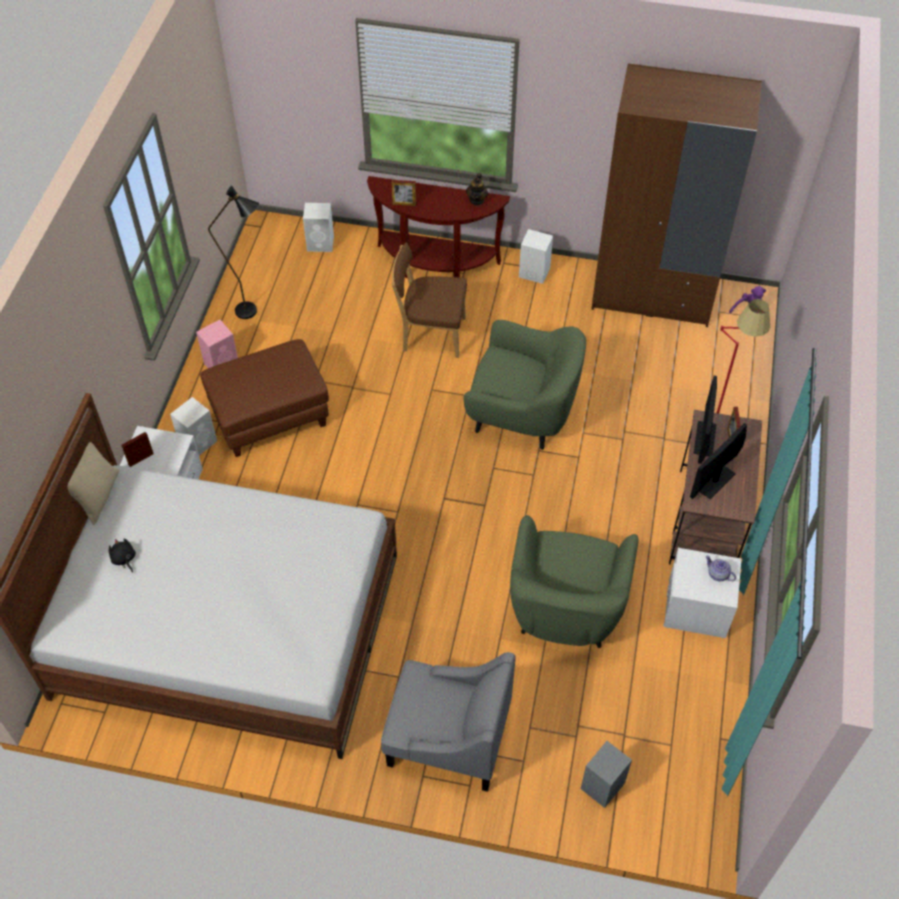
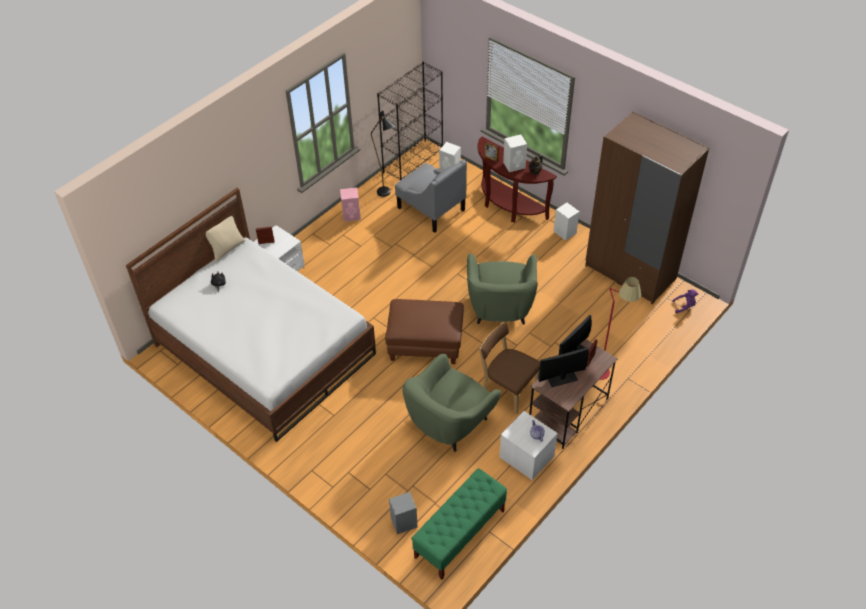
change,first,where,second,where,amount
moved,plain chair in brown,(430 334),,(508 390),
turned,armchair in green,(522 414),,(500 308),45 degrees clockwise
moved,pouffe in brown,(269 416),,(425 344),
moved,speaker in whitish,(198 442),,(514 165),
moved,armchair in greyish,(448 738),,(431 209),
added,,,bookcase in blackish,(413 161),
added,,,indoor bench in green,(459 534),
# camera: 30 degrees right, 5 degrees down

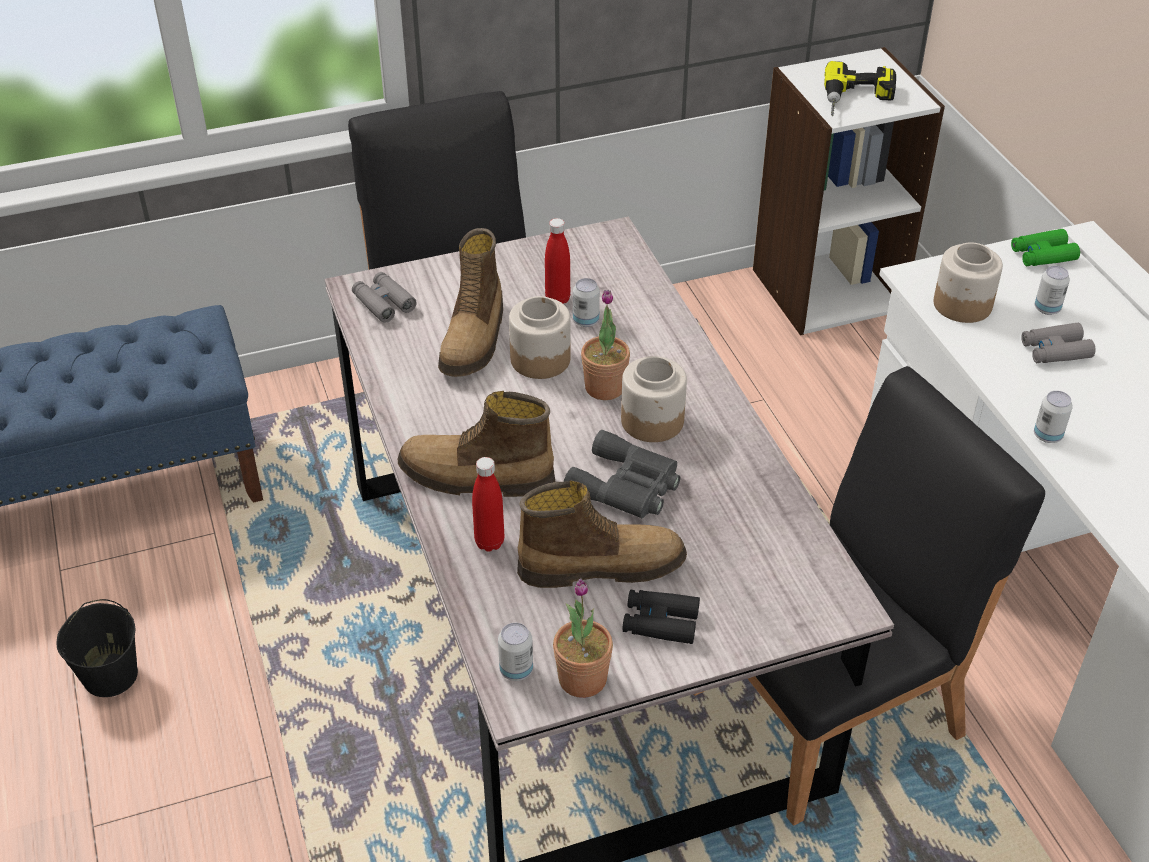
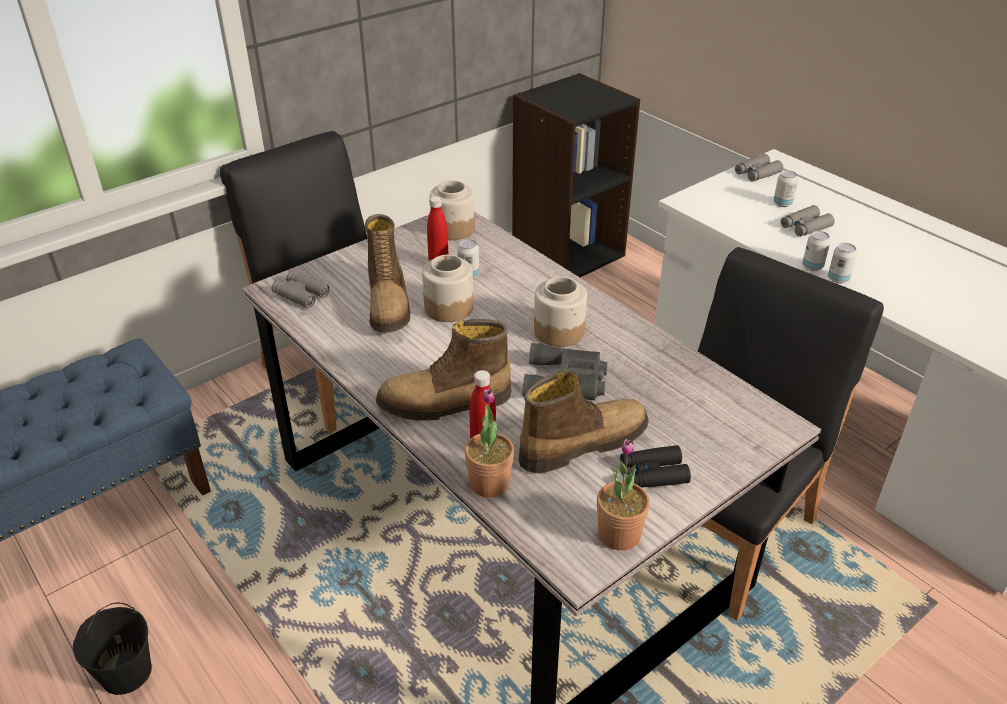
change,first,where,second,where,amount
recoloured,bookcase in whitish,(826 288),bookcase in blackish,(567 252),
removed,power drill,(857 100),,,
recoloured,field glasses in green,(1042 255),field glasses in greyish,(757 173),
moved,storage jar,(961 304),,(452 229),
moved,plant in a pot,(604 387),,(489 483),
moved,sealed can,(516 670),,(812 267),
# camera: 20 degrees left, 5 degrees down

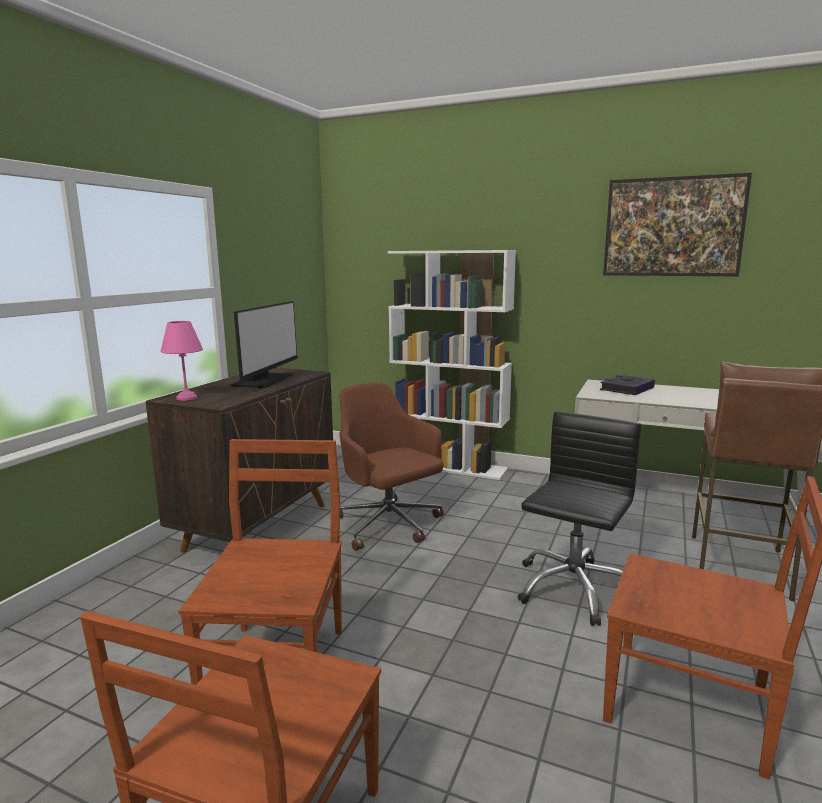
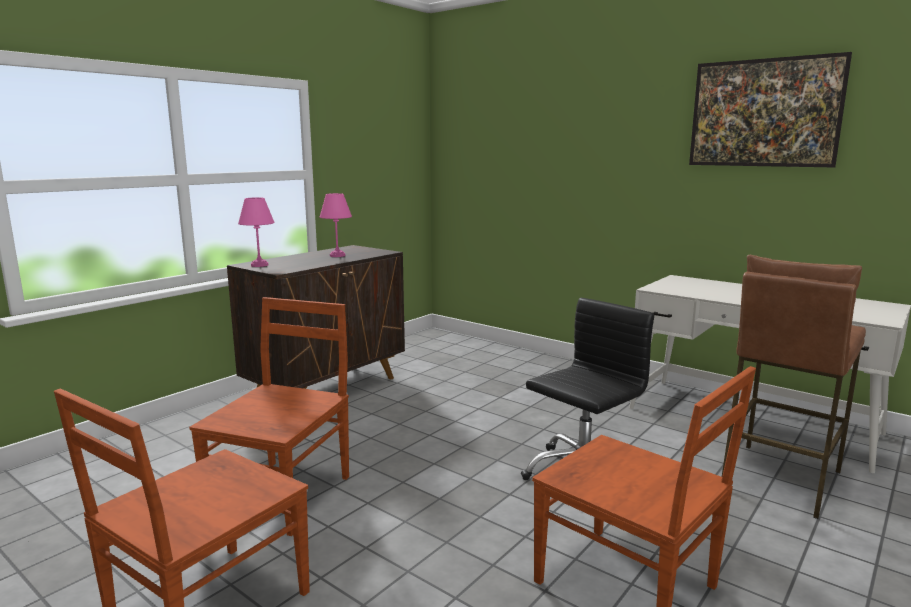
change,first,where,second,where,amount
removed,bookcase in whitish,(449 466),,,
replaced,computer screen,(264 380),tabletop lamp in pink,(337 255),
removed,volume,(626 389),,,
removed,computer chair in brown,(389 525),,,
# camera: 15 degrees right, 0 degrees up

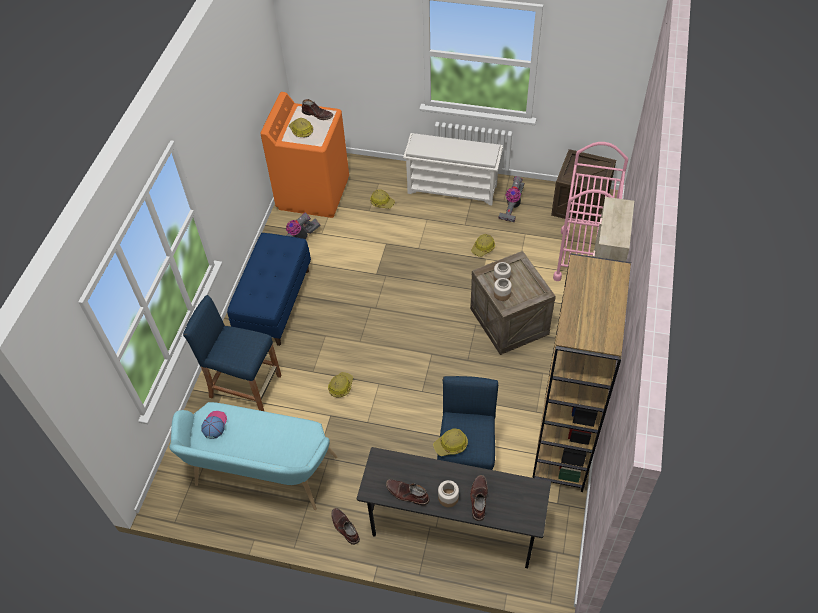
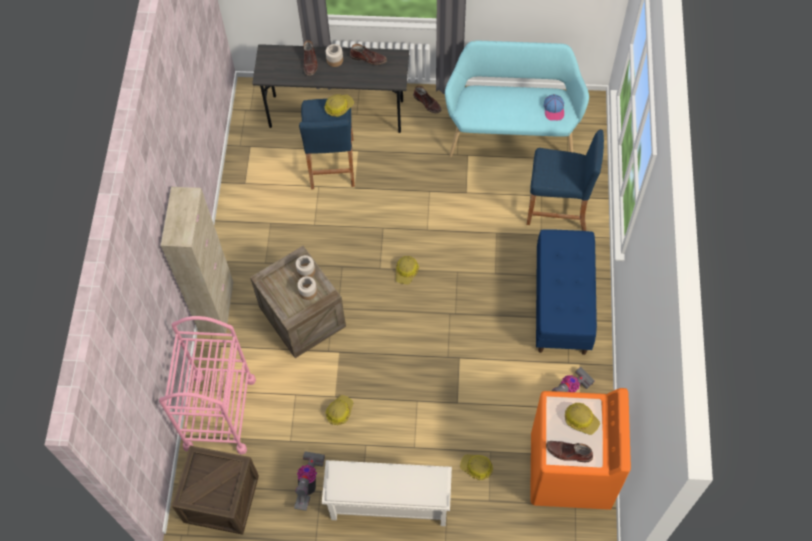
change,first,where,second,where,amount
removed,bookcase in brown,(563 444),,,
moved,hard hat,(340 386),,(406 271),
# camera: 170 degrees right, 10 degrees up

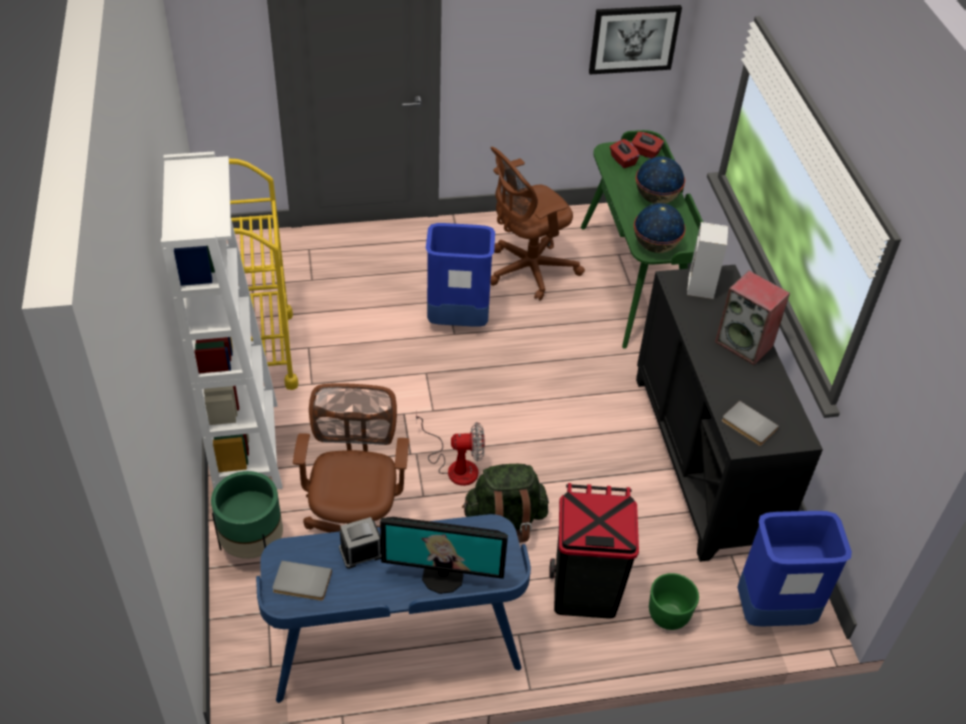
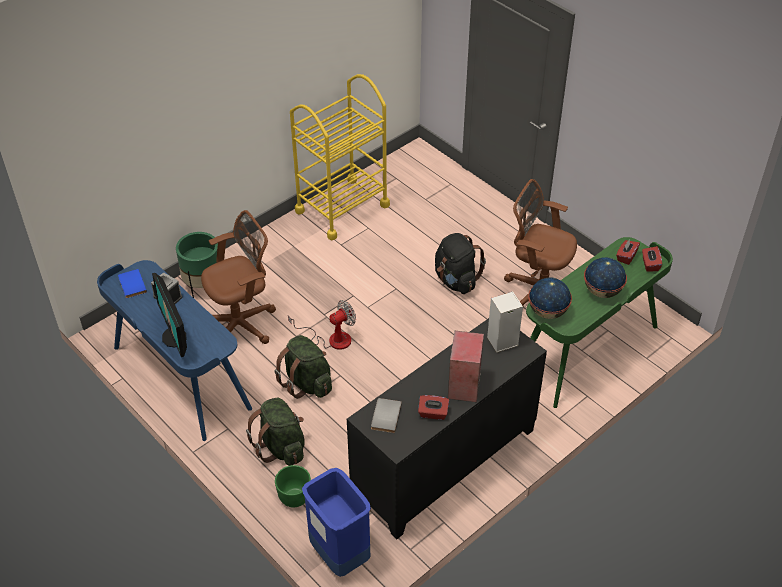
change,first,where,second,where,amount
removed,picture,(634 39),,,
removed,bookcase in whitish,(247 448),,,
replaced,rubbish bin in bluish,(458 320),backpack in blackish,(456 280),
turned,electric fan,(455 466),,(331 339),90 degrees counterclockwise
replaced,rubbish bin in blackish,(584 593),backpack in green,(281 447),
recoloured,volume in greyish,(301 583),volume in bluish,(131 285),
added,,,tissue holder in reddish,(433 413),
# camera: 60 degrees right, 0 degrees up

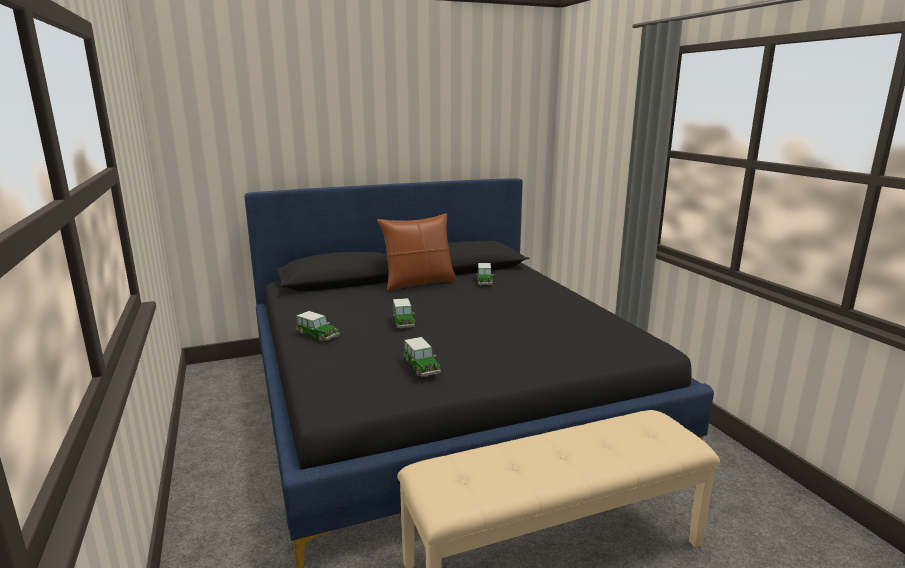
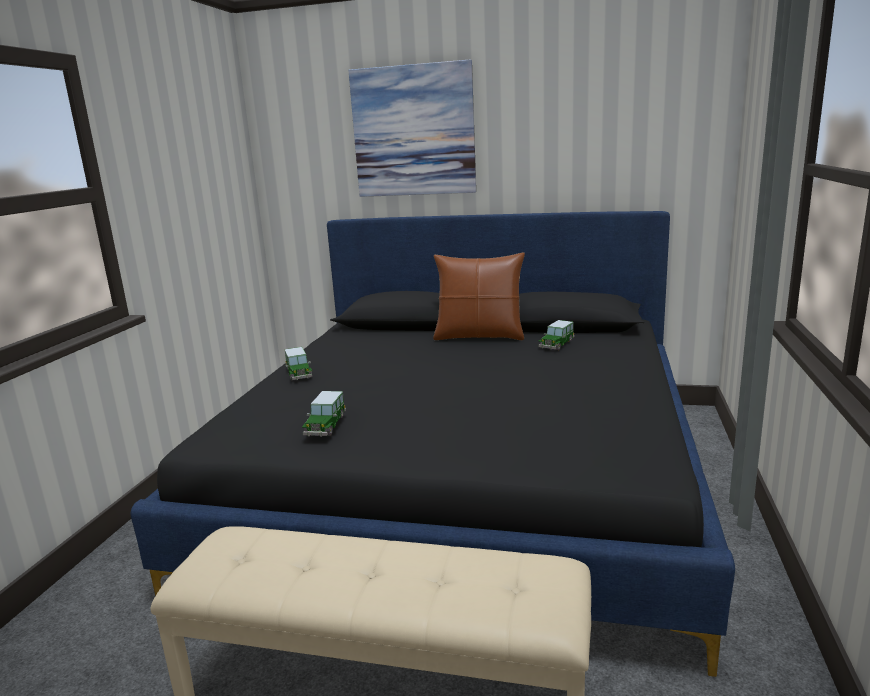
change,first,where,second,where,amount
removed,model car,(403 322),,,
added,,,picture,(413 131),
# camera: 35 degrees right, 0 degrees up

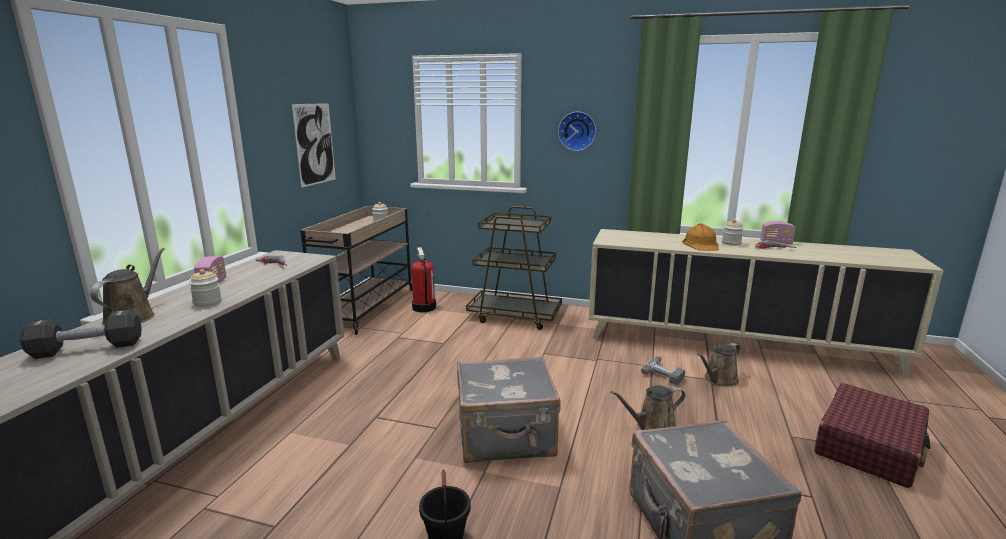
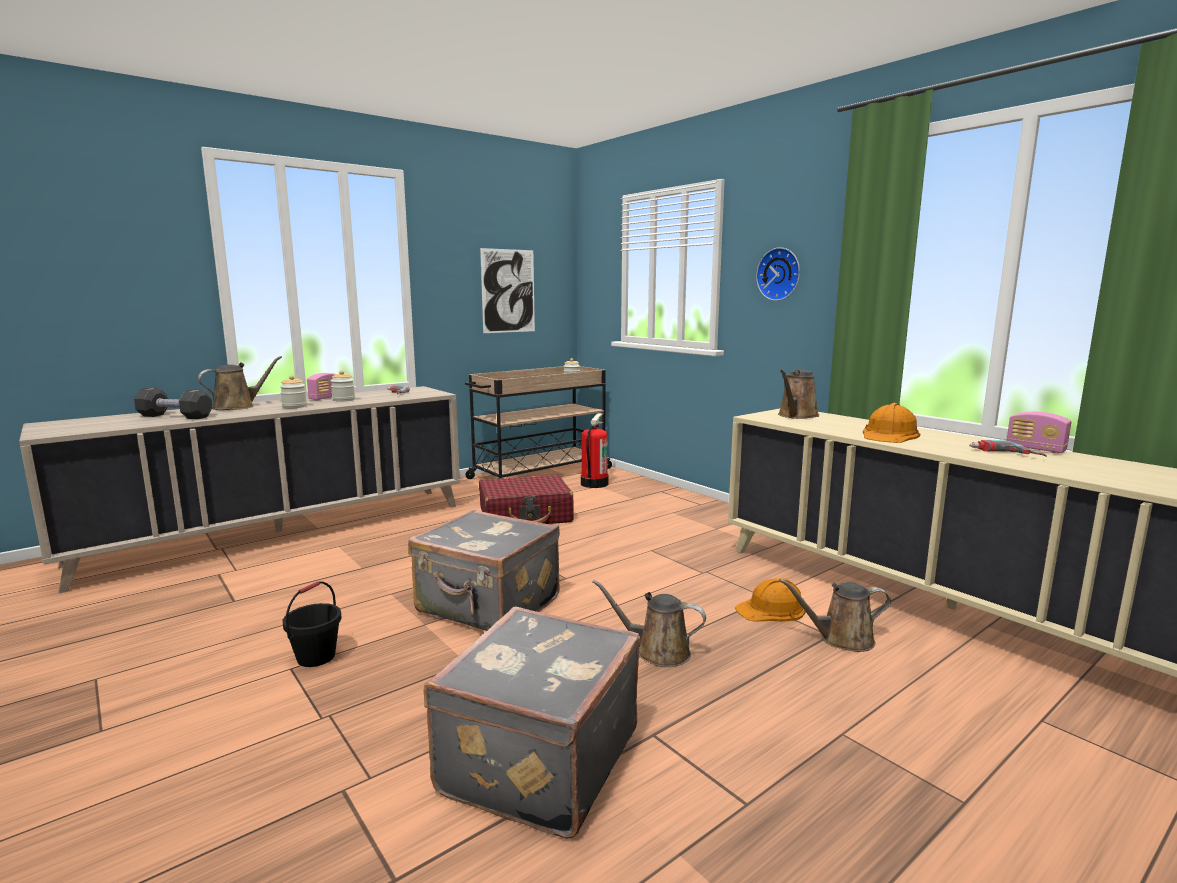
change,first,where,second,where,amount
removed,cart in brown,(515 316),,,
moved,storage jar,(731 243),,(343 400),
replaced,power drill,(665 373),hard hat in orangey,(771 609),
moved,travel case in reddish,(869 446),,(525 515),
added,,,watering can in brown,(796 416),
# camera: 35 degrees right, 5 degrees down

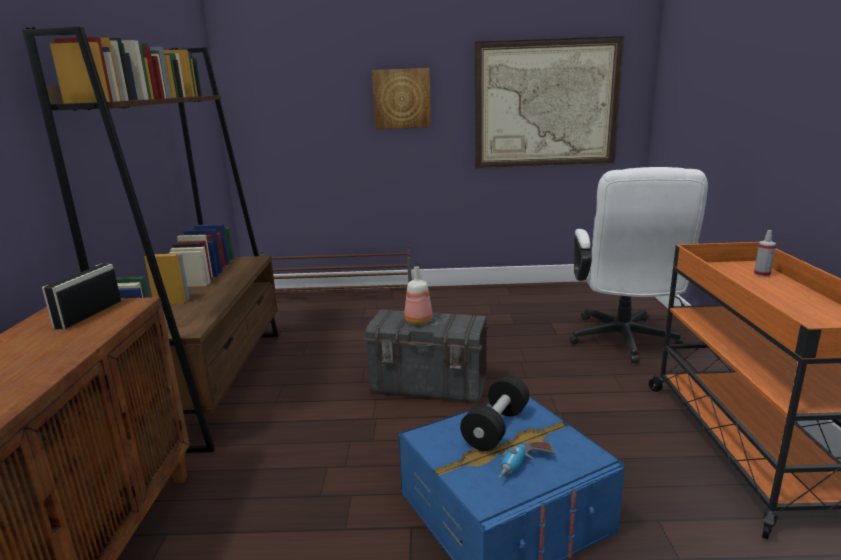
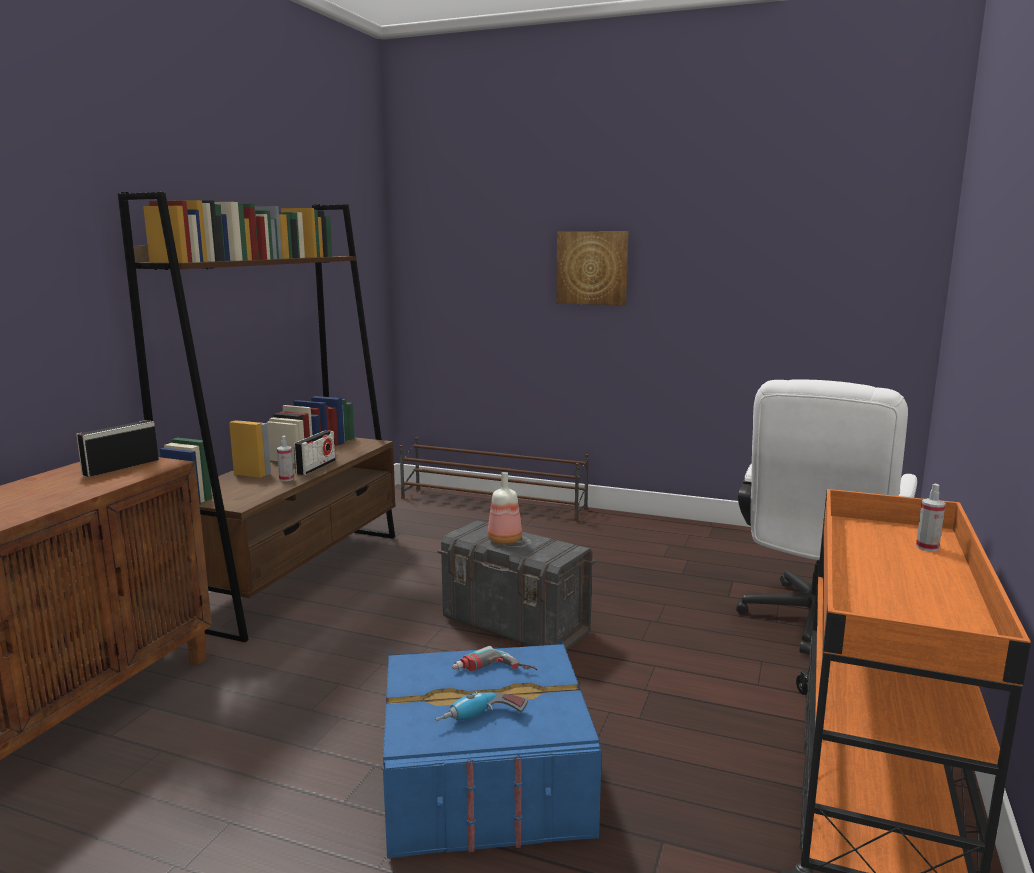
change,first,where,second,where,amount
removed,picture,(546 104),,,
replaced,hand weight in blackish,(496 428),power drill,(493 673),
added,,,radio set,(316 467),
added,,,hand sprayer,(286 479),
# camera: 20 degrees right, 5 degrees down

